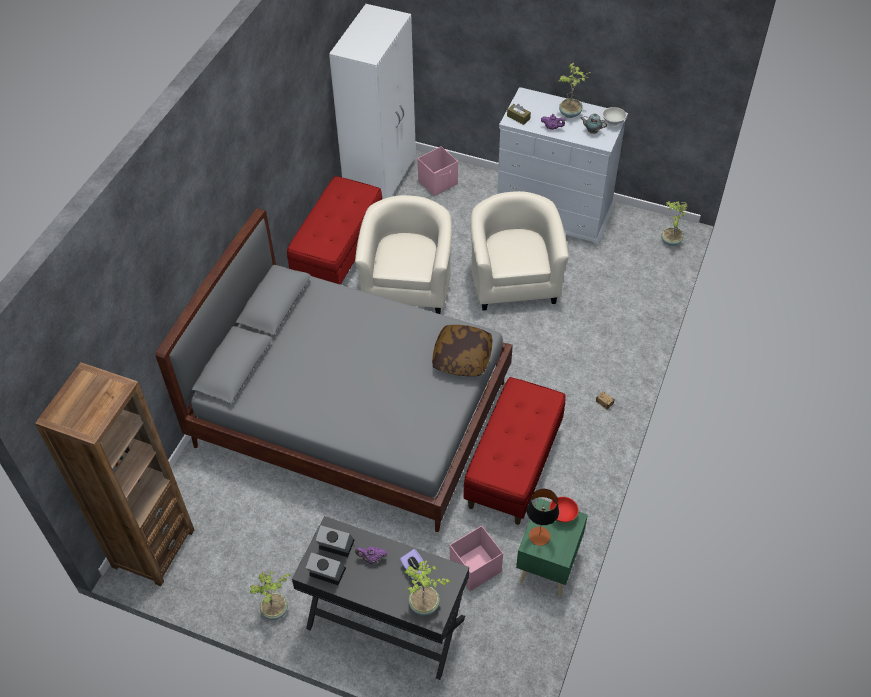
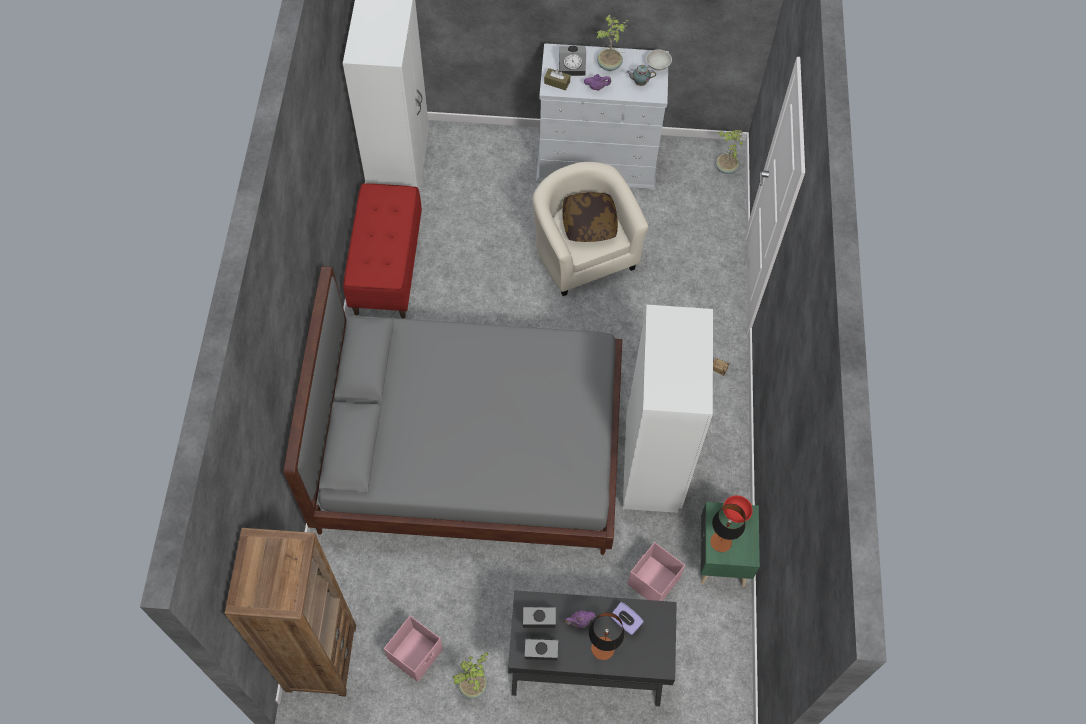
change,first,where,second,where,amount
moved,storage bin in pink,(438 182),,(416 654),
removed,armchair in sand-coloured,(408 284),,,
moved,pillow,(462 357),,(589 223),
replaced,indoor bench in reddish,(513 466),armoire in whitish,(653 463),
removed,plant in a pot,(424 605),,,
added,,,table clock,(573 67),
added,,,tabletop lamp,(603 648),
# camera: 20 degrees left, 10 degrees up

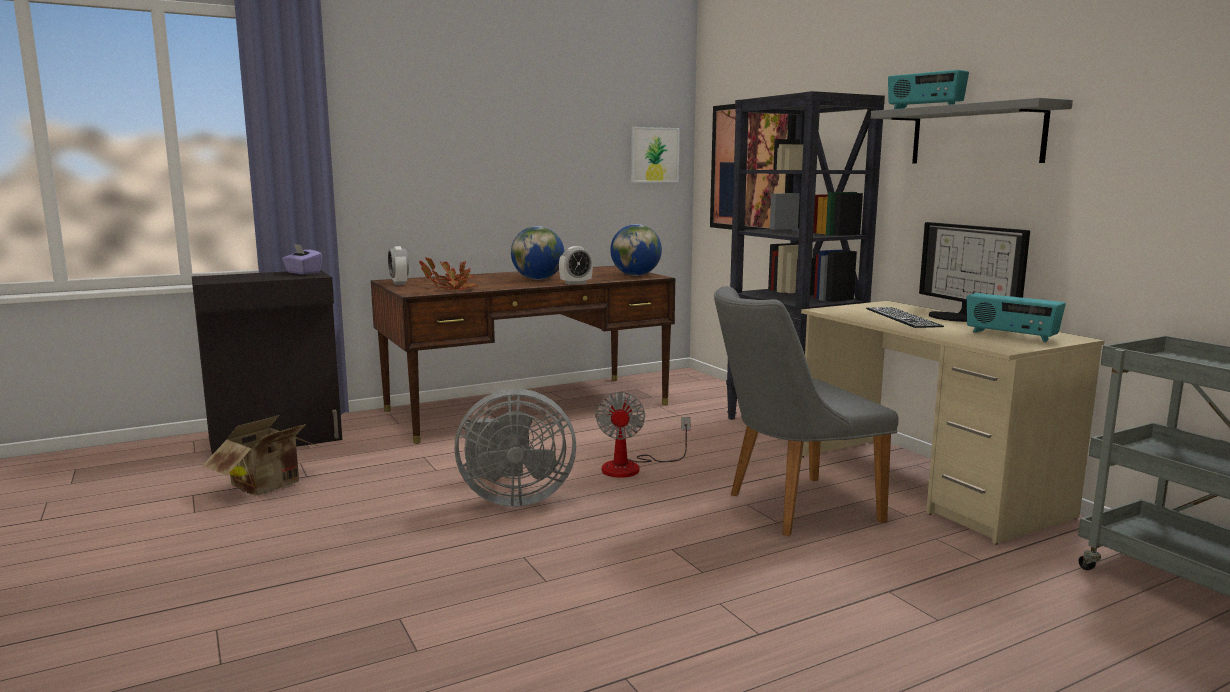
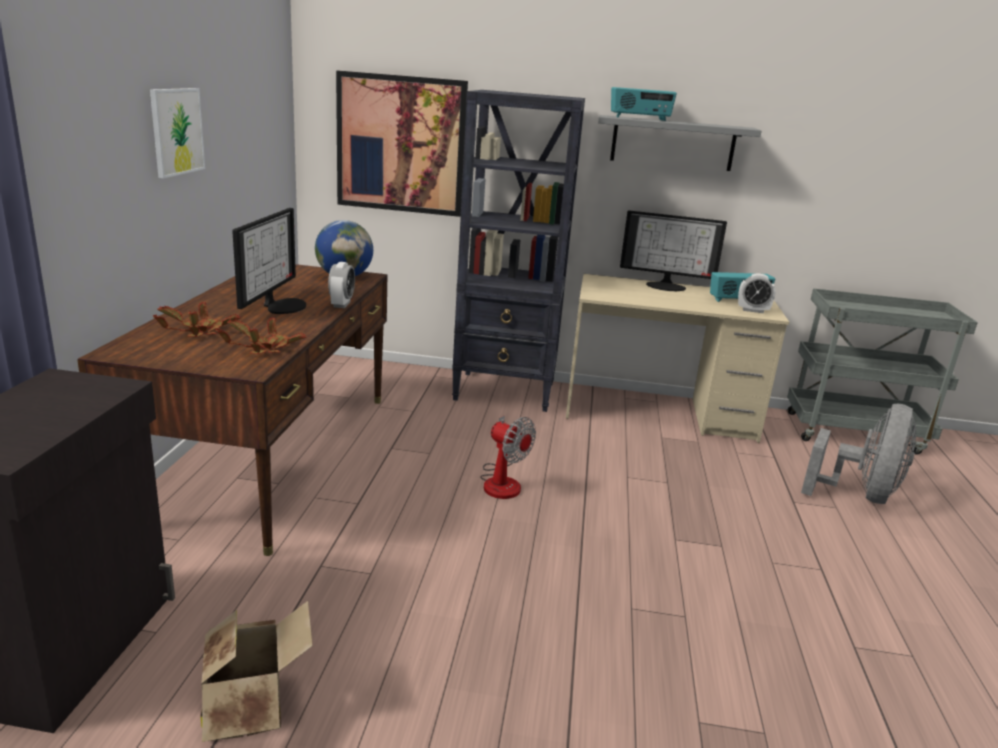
change,first,where,second,where,amount
moved,picture,(654 155),,(176 131),
replaced,desk globe,(538 279),computer screen,(281 305),
removed,tissue holder in purplish,(302 273),,,
moved,table clock,(399 283),,(753 310),
removed,plain chair in greyish,(790 507),,,
removed,computer keyboard,(902 317),,,
moved,electric fan in greyish,(512 498),,(860 495),
# camera: 55 degrees left, 10 degrees up

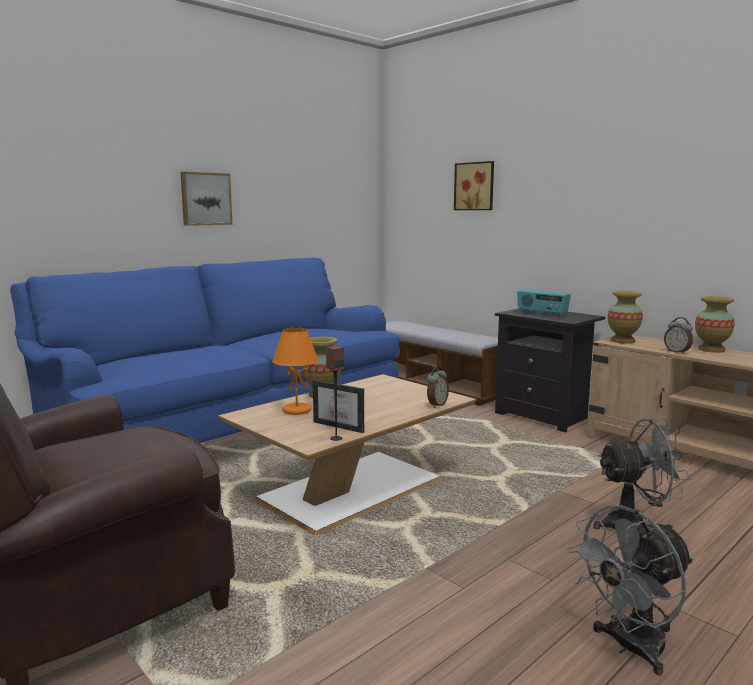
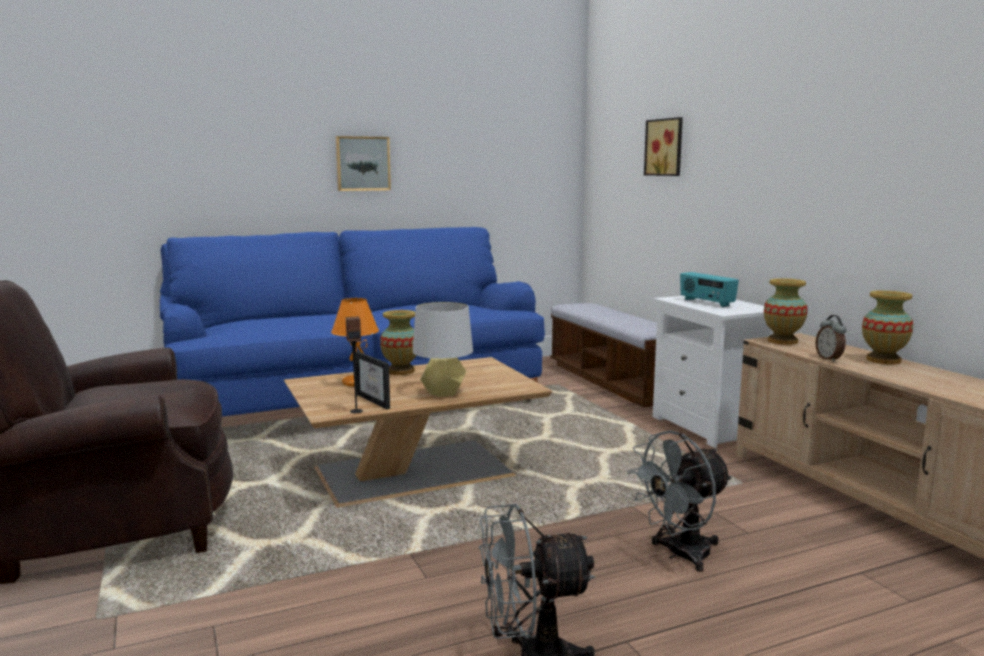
change,first,where,second,where,amount
recoloured,night table in blackish,(544 416),night table in whitish,(708 427),
removed,table clock,(436 405),,,
turned,electric fan in greyish,(635 525),,(680 555),135 degrees clockwise
added,,,tabletop lamp in greyish,(443 393),
# camera: 20 degrees right, 0 degrees up

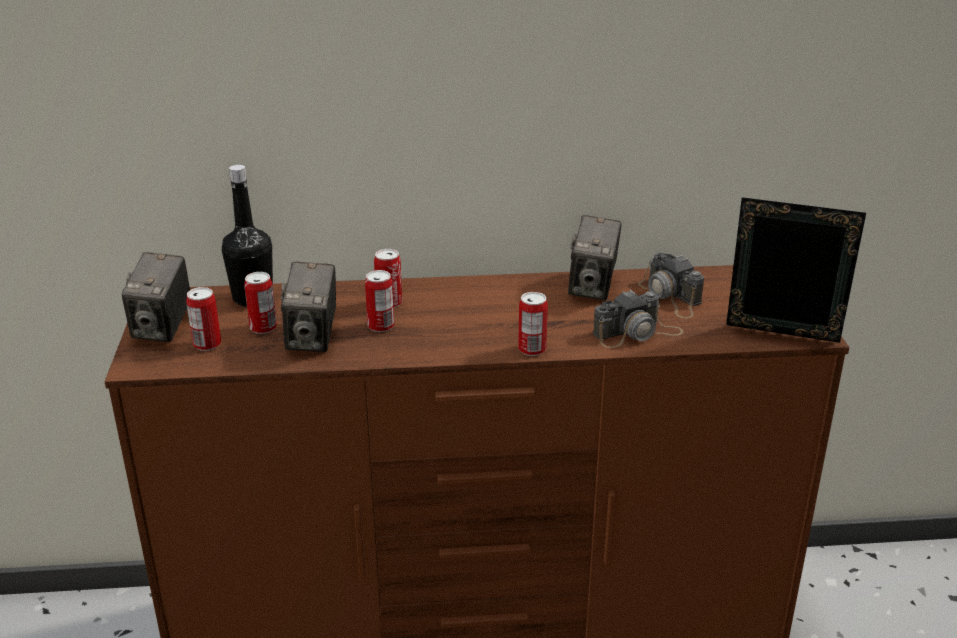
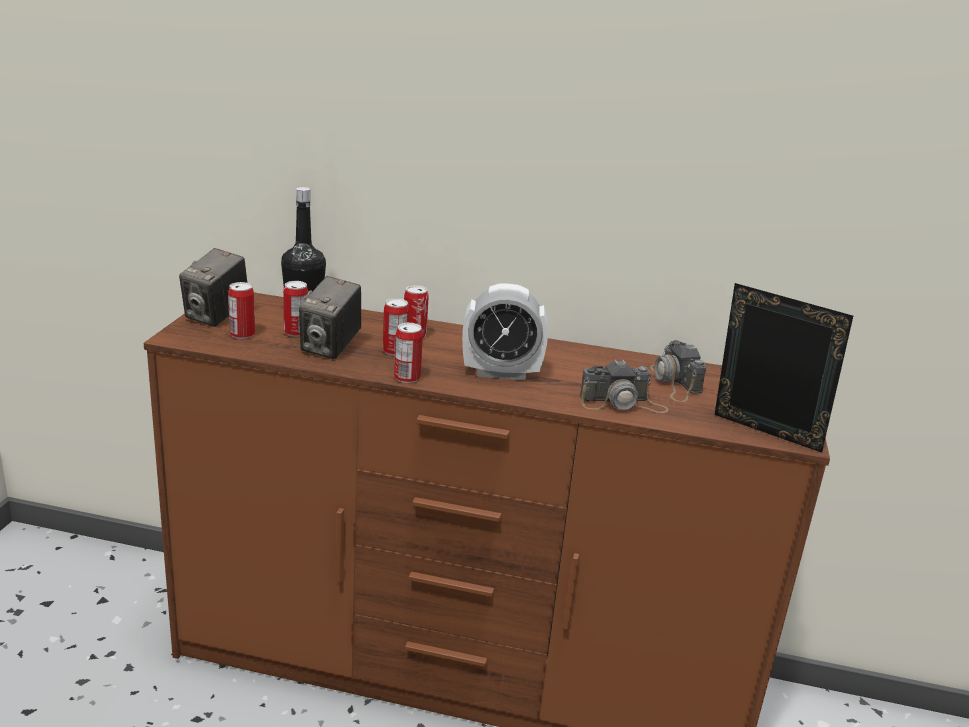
change,first,where,second,where,amount
removed,still camera,(593 287),,,
moved,sealed can,(532 349),,(407 378),
added,,,table clock,(501 373),
# camera: 15 degrees right, 5 degrees down

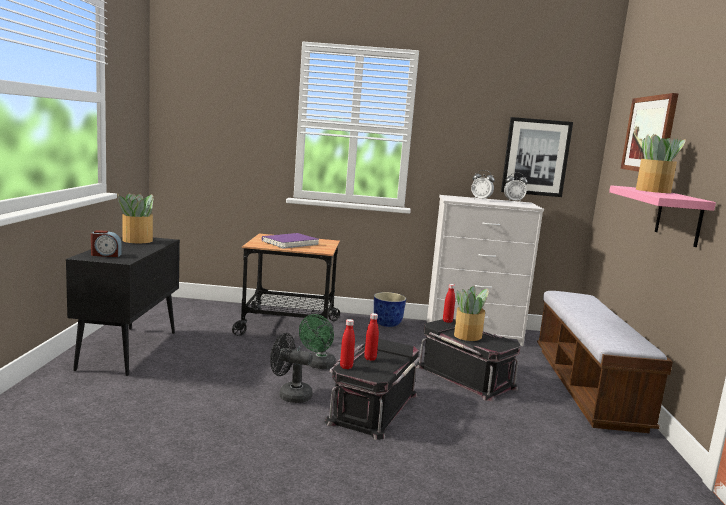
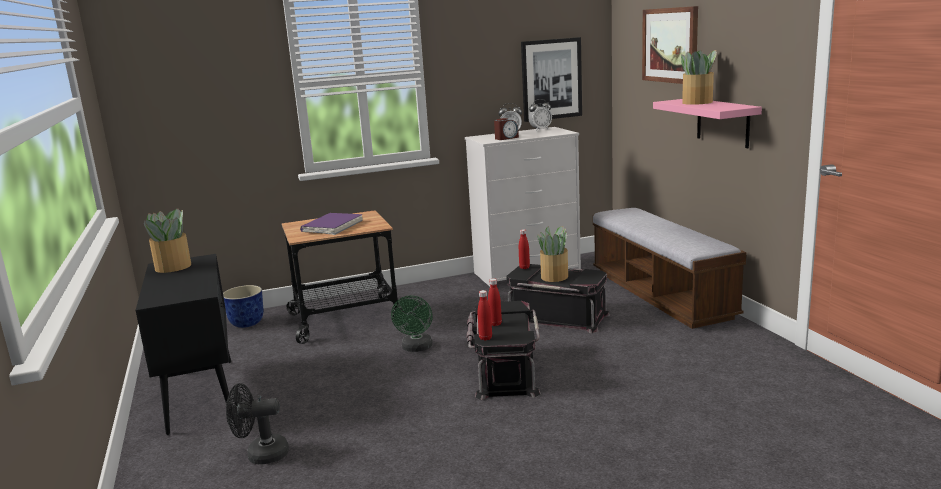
change,first,where,second,where,amount
moved,table clock,(106 255),,(506 138),
moved,planter,(388 324),,(247 323),
moved,electric fan in blackish,(289 395),,(261 455),
# camera: 20 degrees left, 5 degrees up

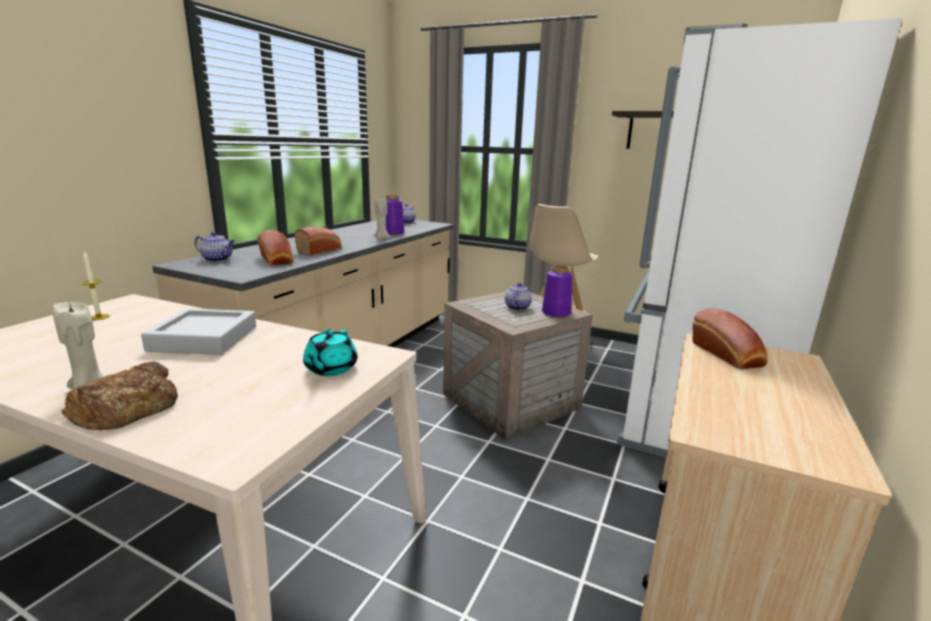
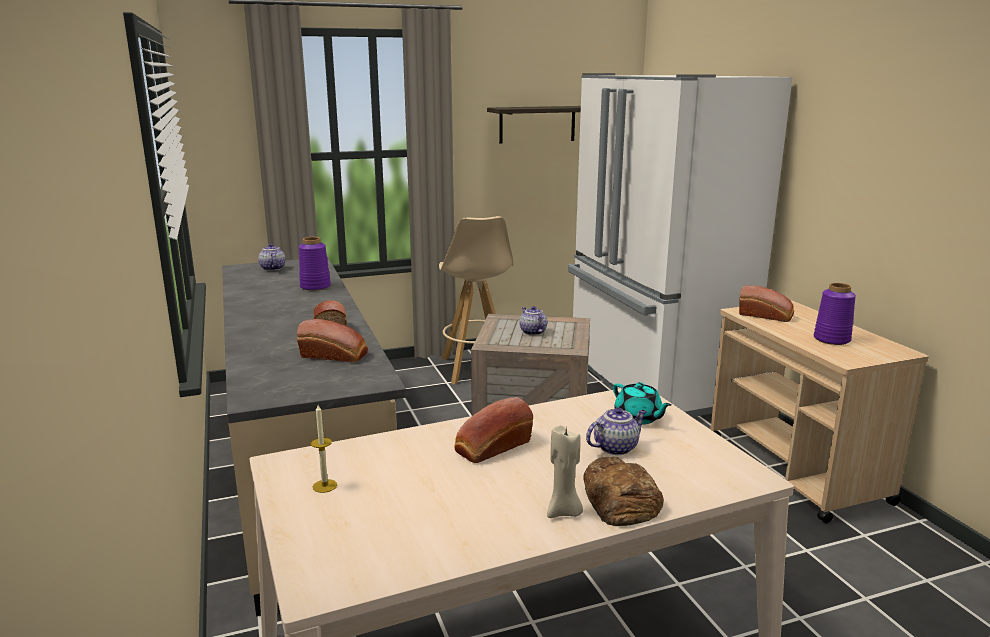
change,first,where,second,where,amount
removed,candle in sand-coloured,(382 238),,,
moved,tea pot,(217 259),,(616 447),
moved,flower vase in purplish,(556 313),,(832 339),
replaced,carrying tray in greyish,(204 338),baked bread,(491 447),
# camera: 45 degrees left, 0 degrees up

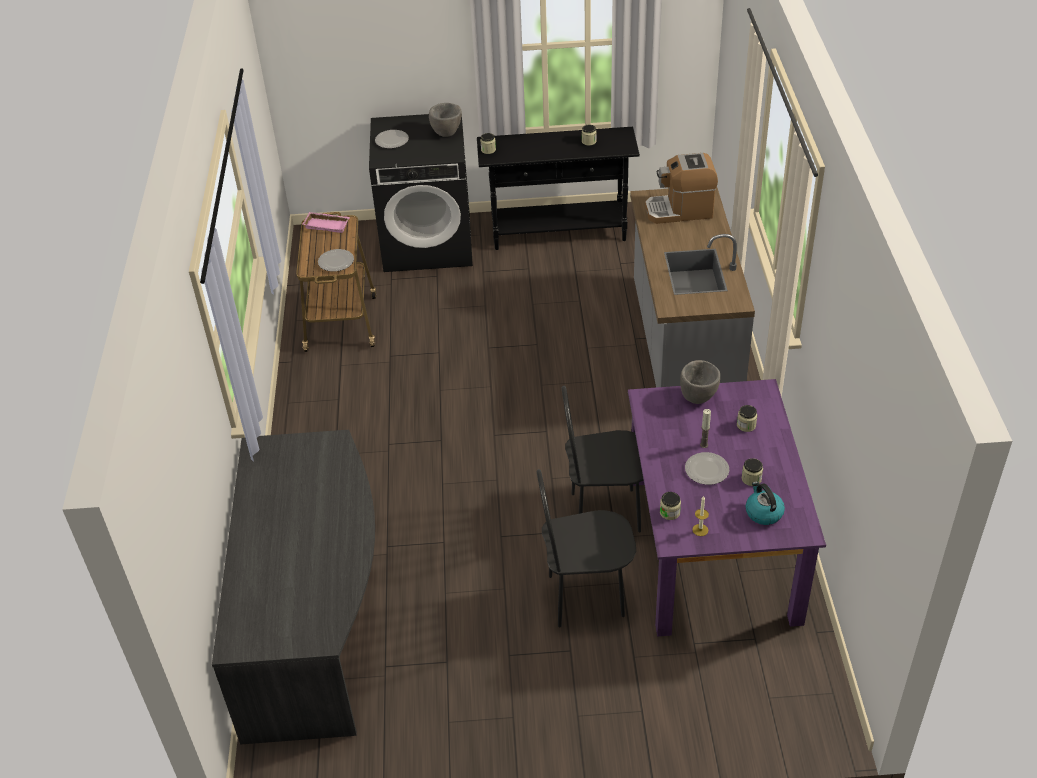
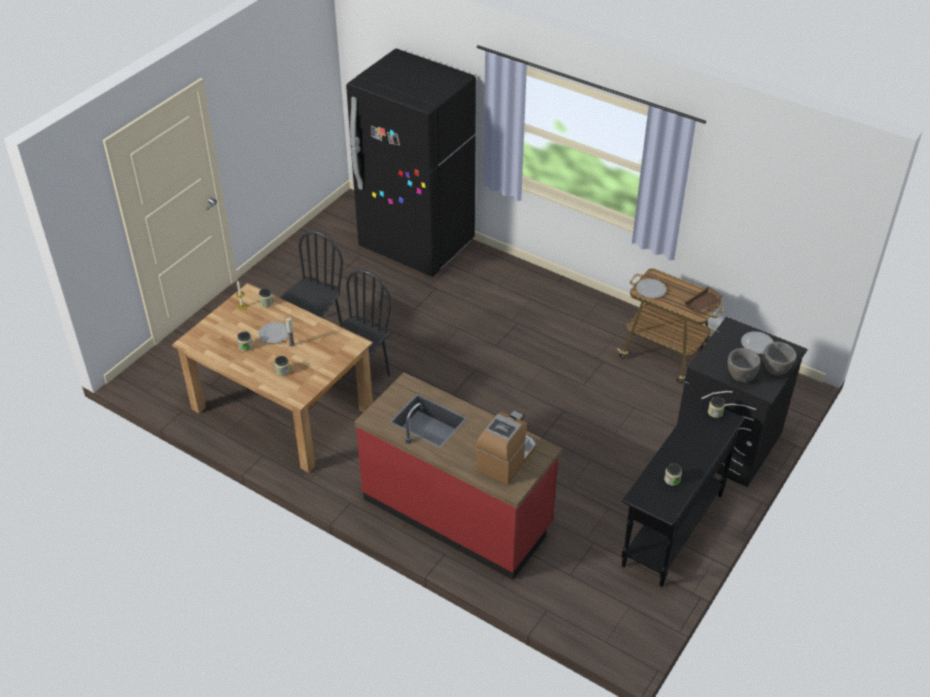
change,first,where,second,where,amount
recoloured,kitchen counter in greyish,(682 347),kitchen counter in reddish,(457 512),
recoloured,carrying tray in pink,(327 224),carrying tray in brown,(703 304),
moved,deep dish in greyish,(698 397),,(775 371),
recoloured,kitchen table in purplish,(713 547),kitchen table in brown,(281 409),
replaced,desk in greyish,(315 619),refrigerator in blackish,(417 245),
removed,kettle,(763 512),,,
# camera: 125 degrees right, 0 degrees up

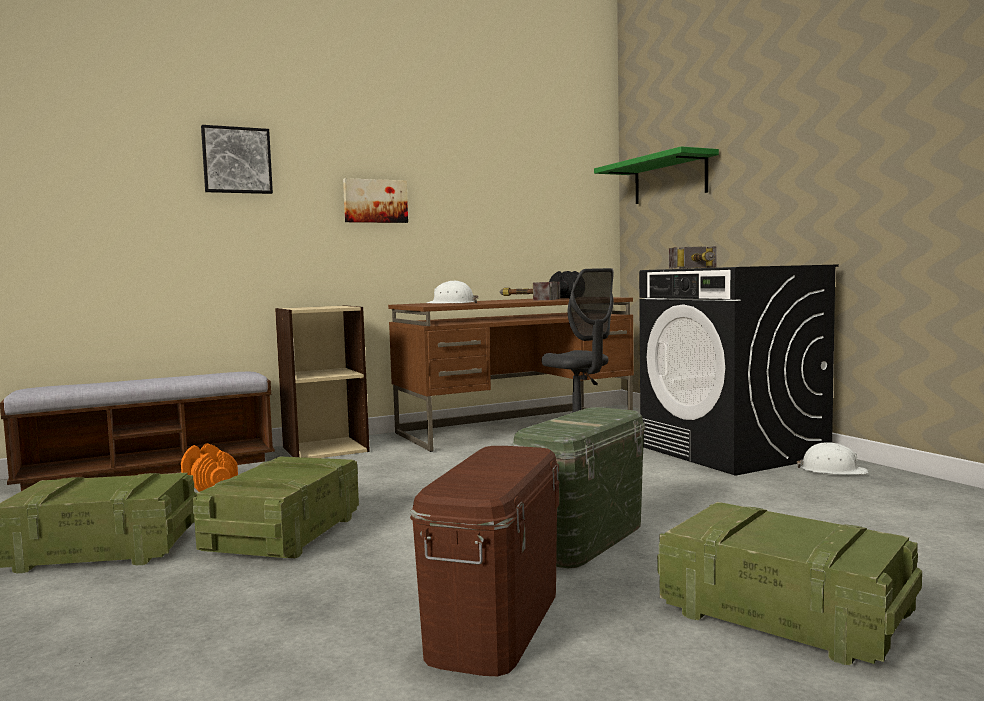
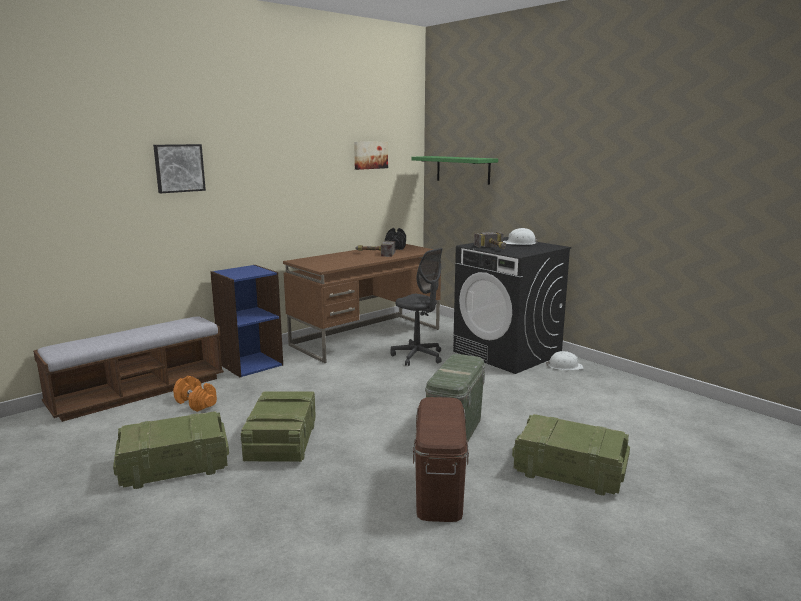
change,first,where,second,where,amount
moved,picture,(375 201),,(370 155),
moved,hard hat in whitish,(451 303),,(520 243),
recoloured,bookcase in sand-coloured,(325 449),bookcase in bluish,(250 364),
# camera: 15 degrees left, 10 degrees up

